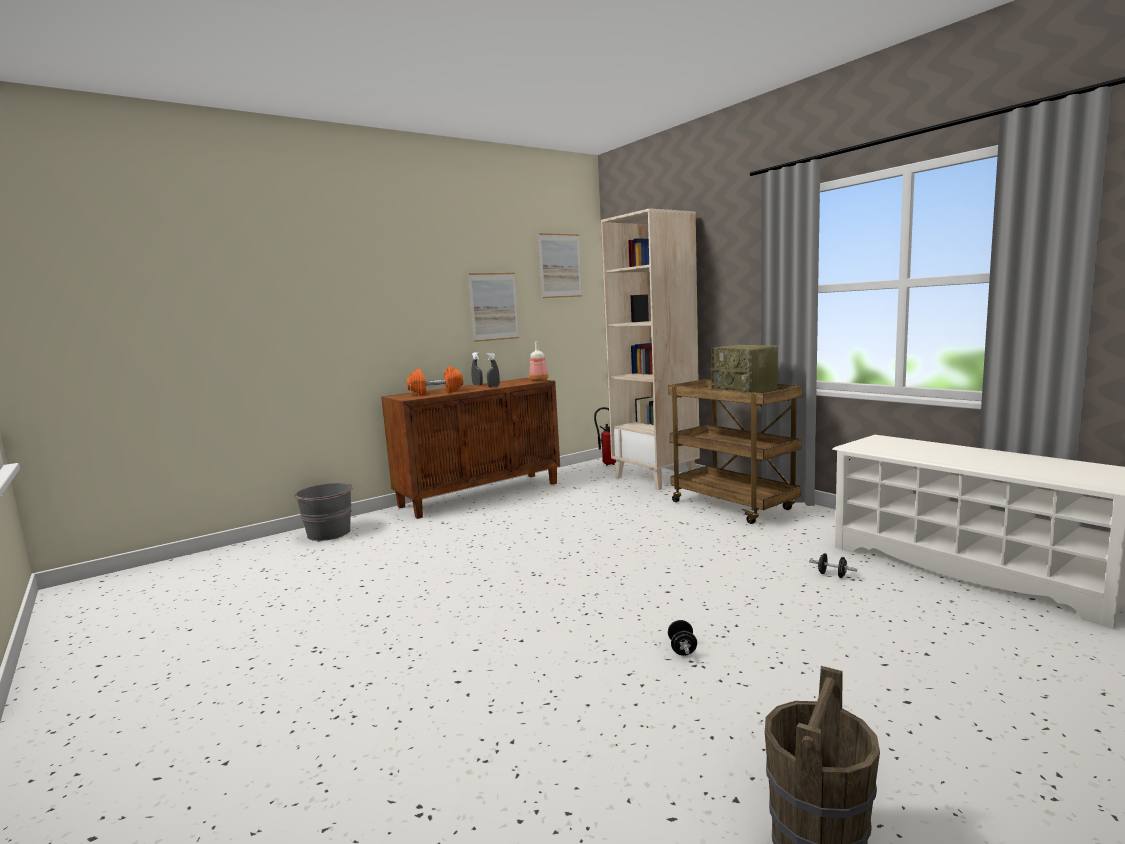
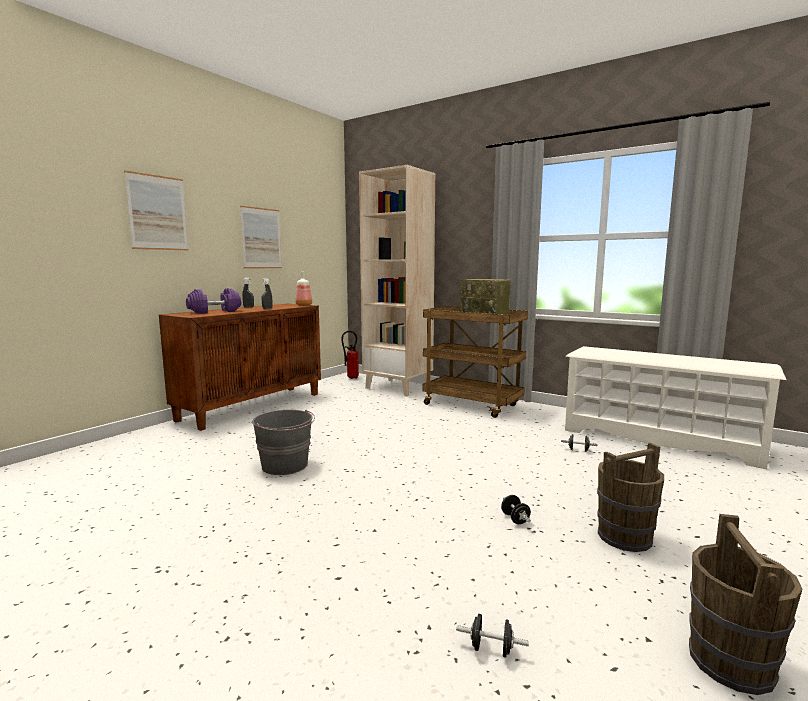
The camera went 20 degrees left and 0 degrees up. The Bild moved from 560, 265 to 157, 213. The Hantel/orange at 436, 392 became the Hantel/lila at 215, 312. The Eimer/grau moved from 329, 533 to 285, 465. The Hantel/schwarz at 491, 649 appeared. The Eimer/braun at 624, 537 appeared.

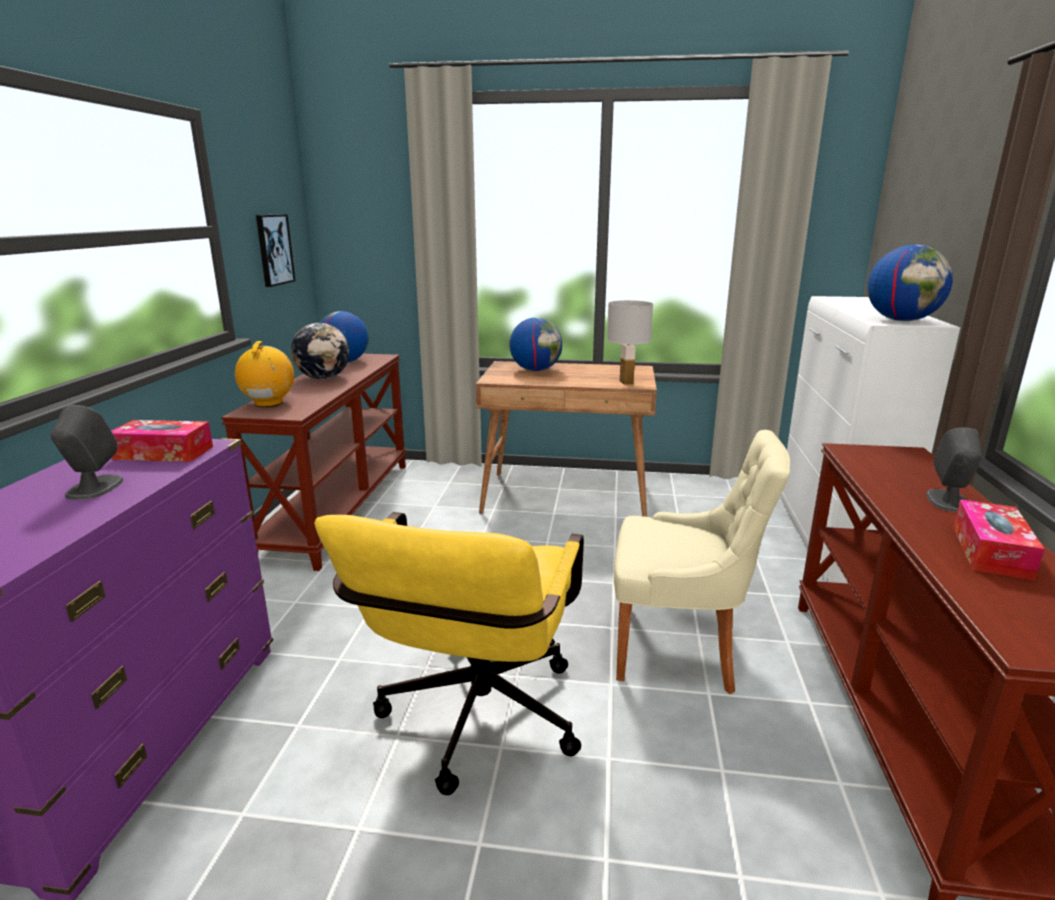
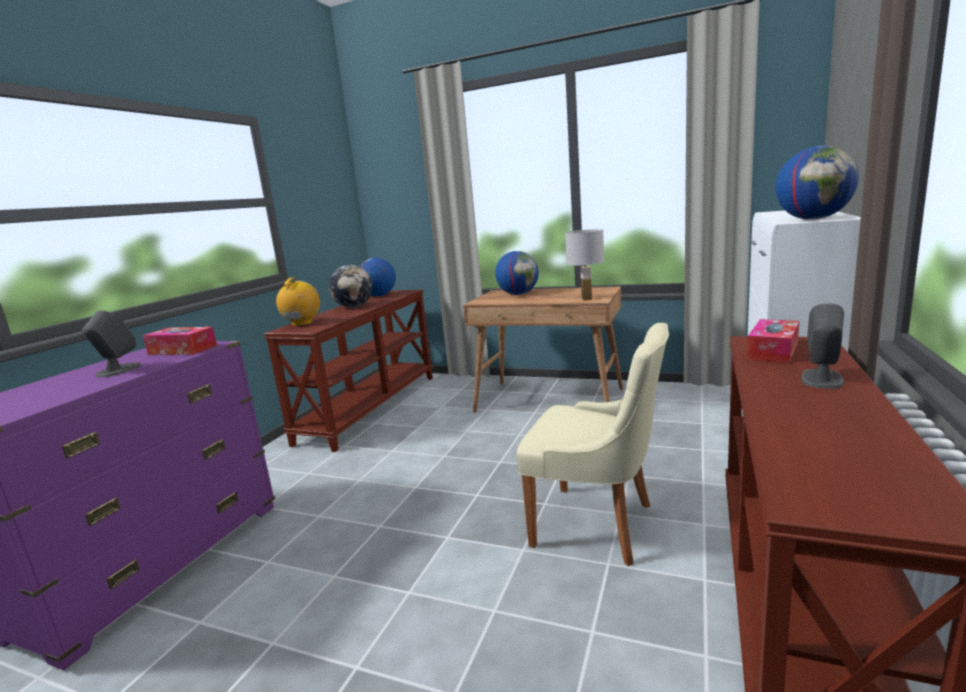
The camera went 15 degrees right and 5 degrees down. The Taschentuchbox moved from 991, 551 to 773, 350. The Bild at 274, 249 disappeared. The Bürostuhl/gelb at 474, 726 disappeared.

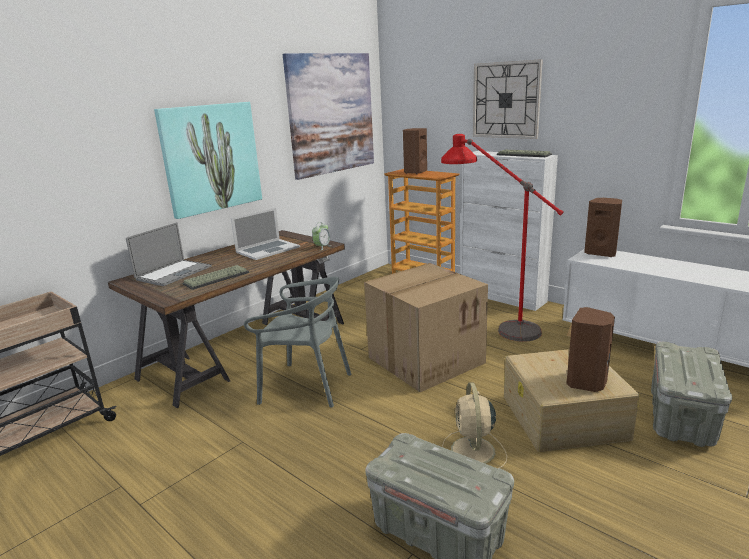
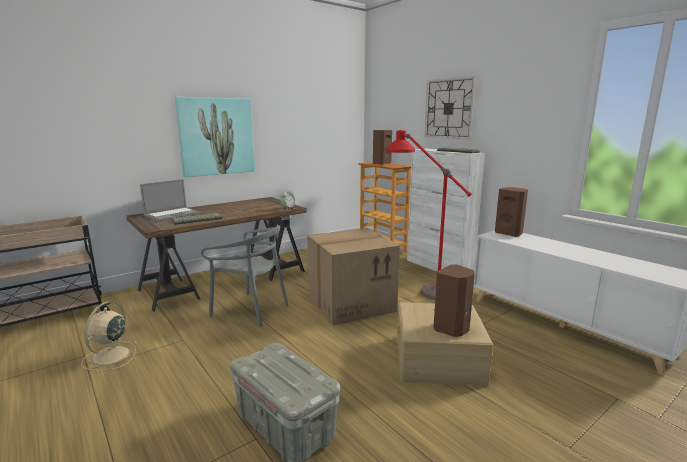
The camera went 10 degrees right and 5 degrees down. The Ventilator/beige moved from 473, 452 to 110, 356. The Laptop at 267, 249 disappeared. The Bild at 331, 114 disappeared. The Aufbewahrungsbox/grau at 682, 419 disappeared.

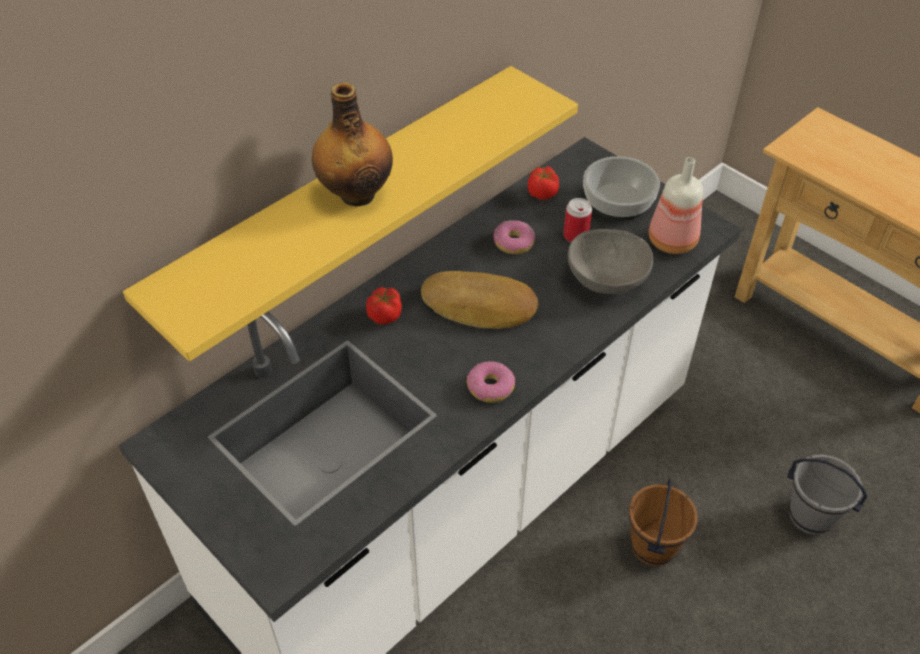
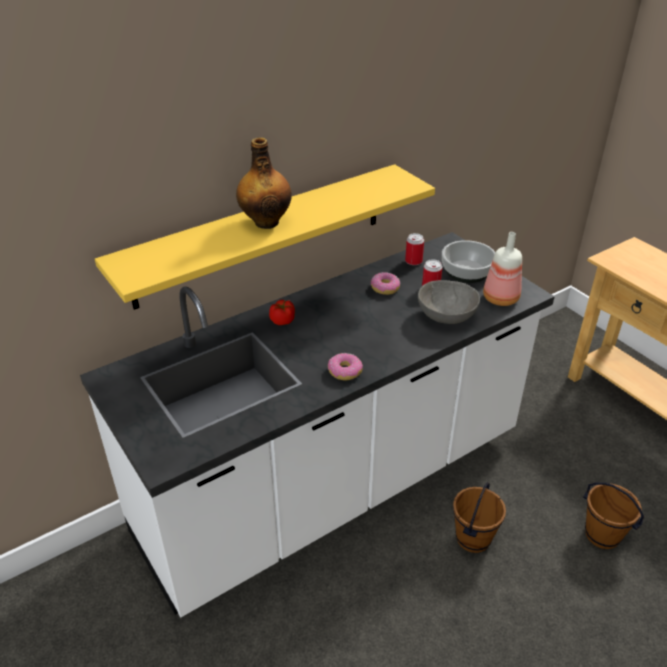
The camera went 10 degrees right and 10 degrees down. The Tomate at 542, 193 was replaced by the Dose at 413, 261. The Eimer/grau at 811, 516 became the Eimer/braun at 602, 535. The Brot at 479, 307 disappeared.

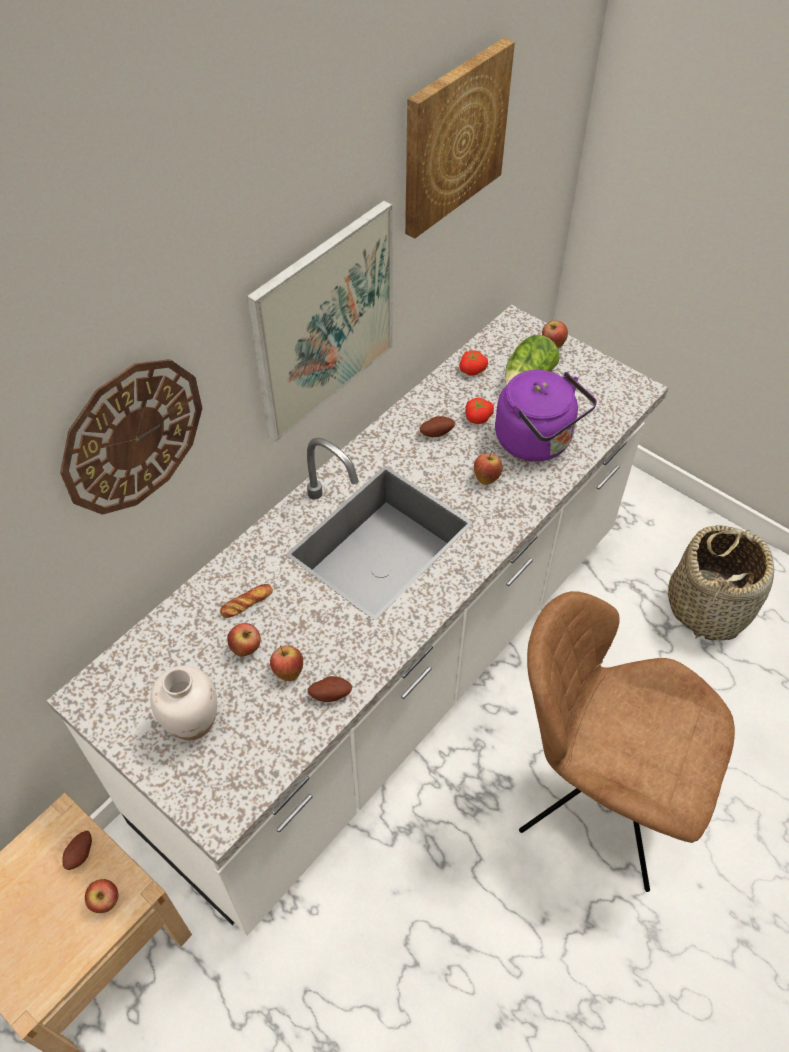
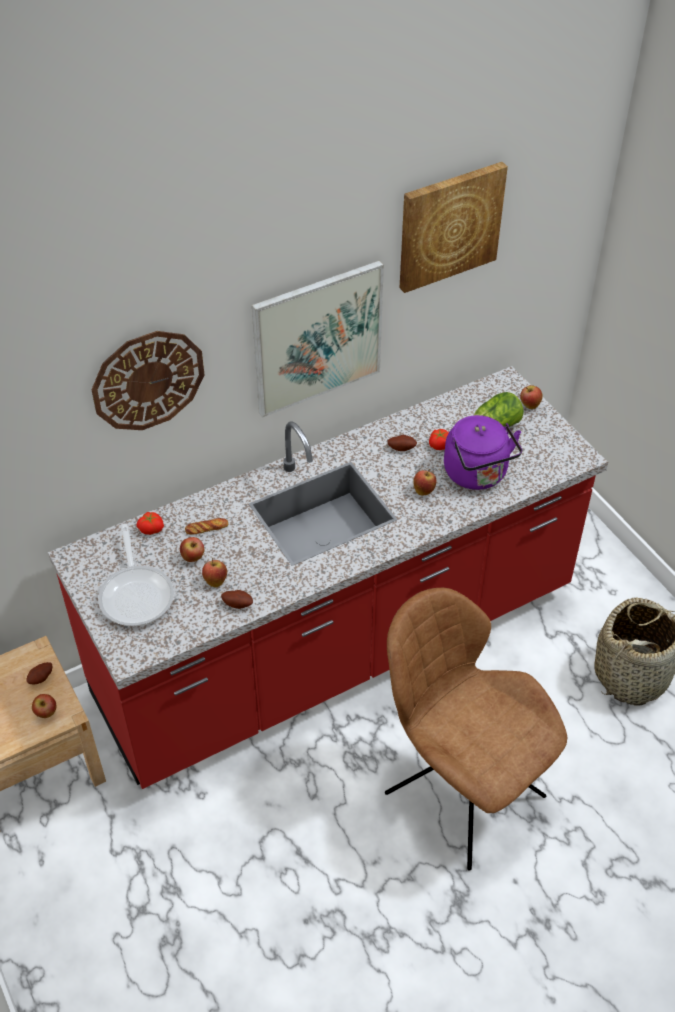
The camera went 20 degrees right and 5 degrees down. The Küchenzeile/weiß at 394, 672 became the Küchenzeile/rot at 337, 645. The Vase/weiß at 192, 722 was replaced by the Pfanne at 137, 594. The Tomate moved from 472, 369 to 151, 528.

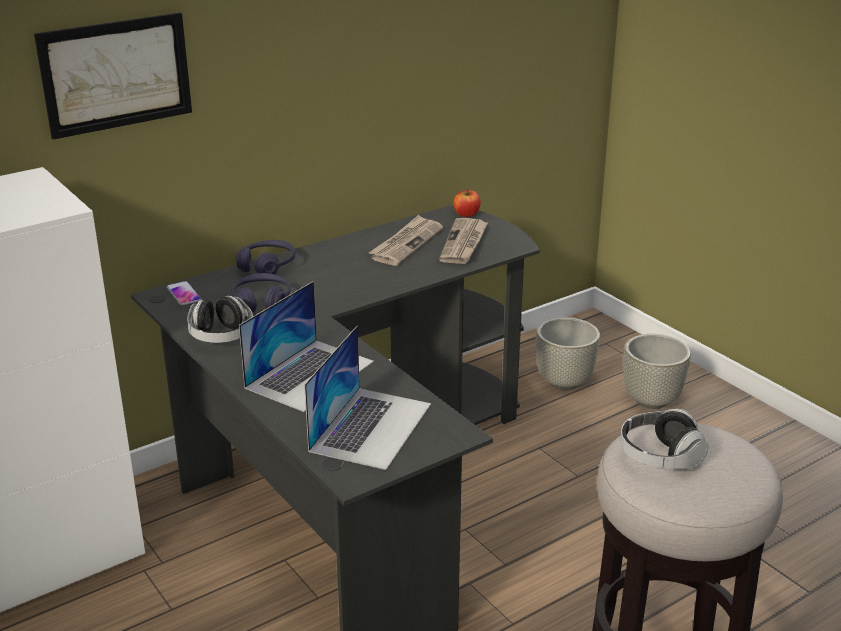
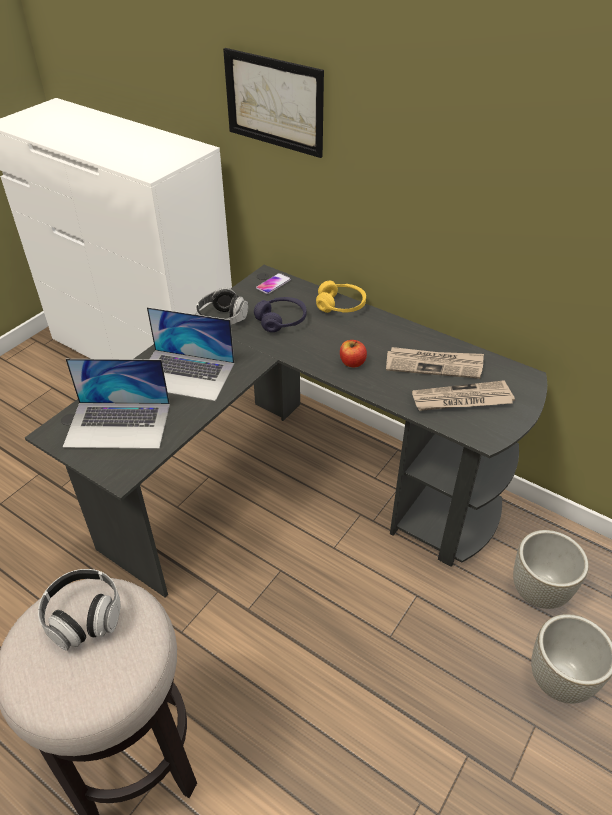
The camera went 70 degrees right and 15 degrees up. The Kopfhörer/lila at 267, 266 became the Kopfhörer/gelb at 341, 305. The Apfel moved from 466, 214 to 352, 362.

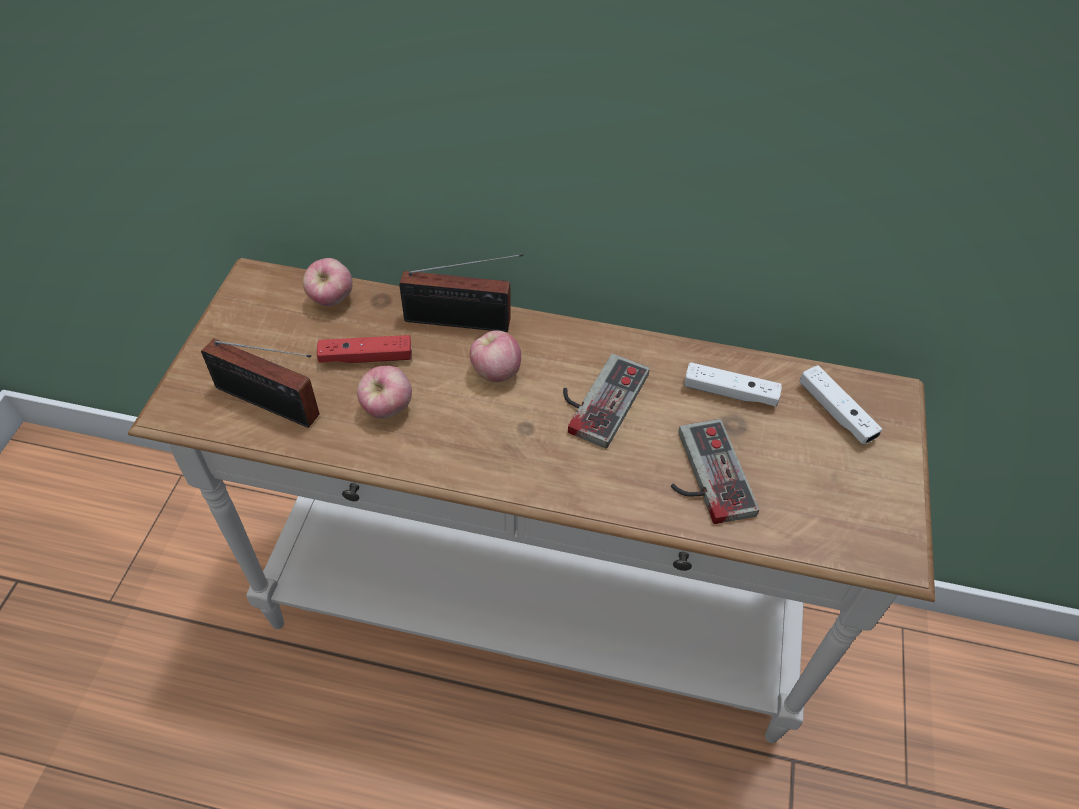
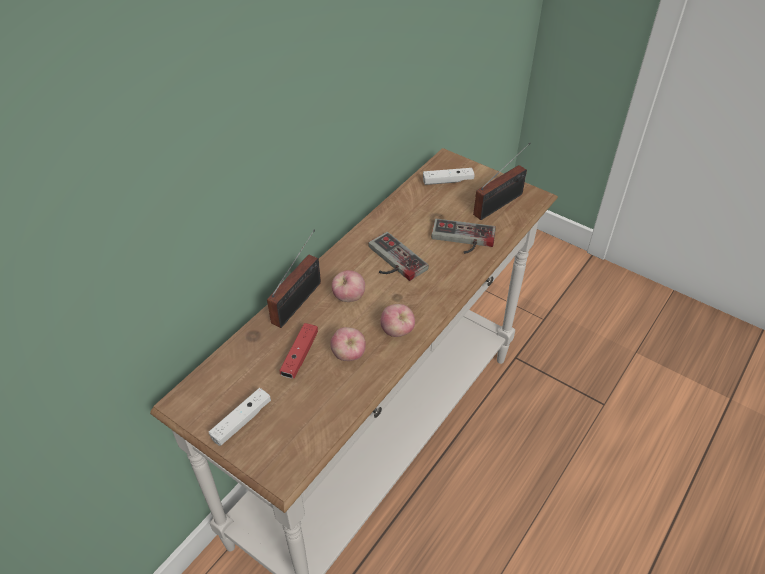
The camera went 65 degrees left and 5 degrees down. The Gamepad/weiß moved from 730, 392 to 241, 421. The Apfel moved from 332, 300 to 397, 331. The Radio moved from 272, 405 to 501, 203.

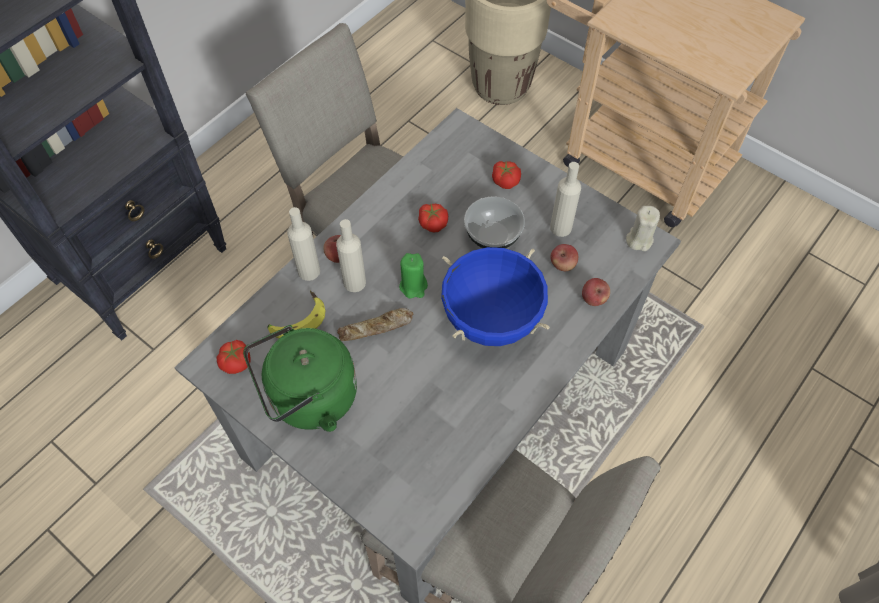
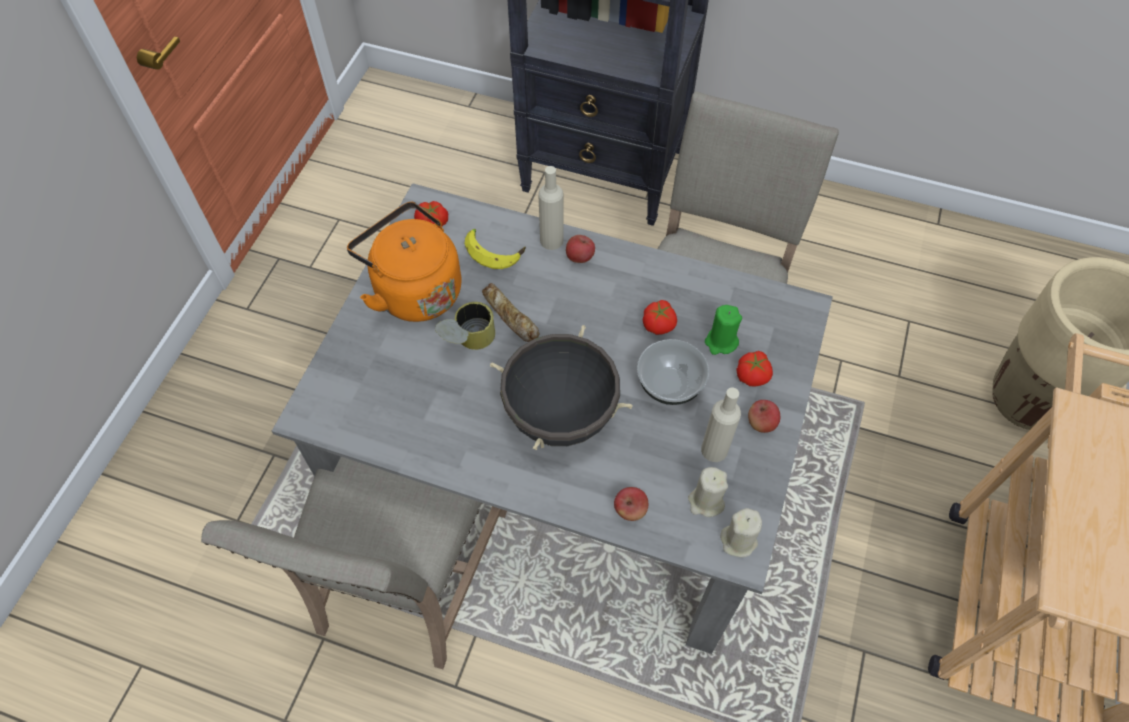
The camera went 70 degrees right and 0 degrees up. The Wasserkessel/grün at 309, 399 became the Wasserkessel/orange at 414, 290. The Dose at 467, 341 appeared. The Kochtopf/blau at 491, 320 became the Kochtopf/schwarz at 560, 414. The Kerze/beige at 705, 501 appeared. The Kerze/grün moved from 413, 286 to 721, 342. The Apfel moved from 563, 265 to 761, 423. The Flasche/beige at 354, 282 disappeared.

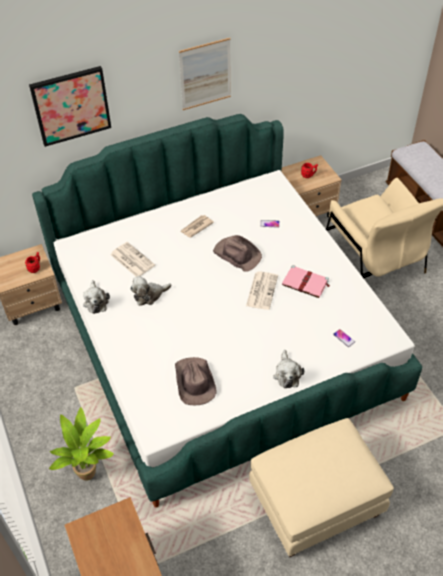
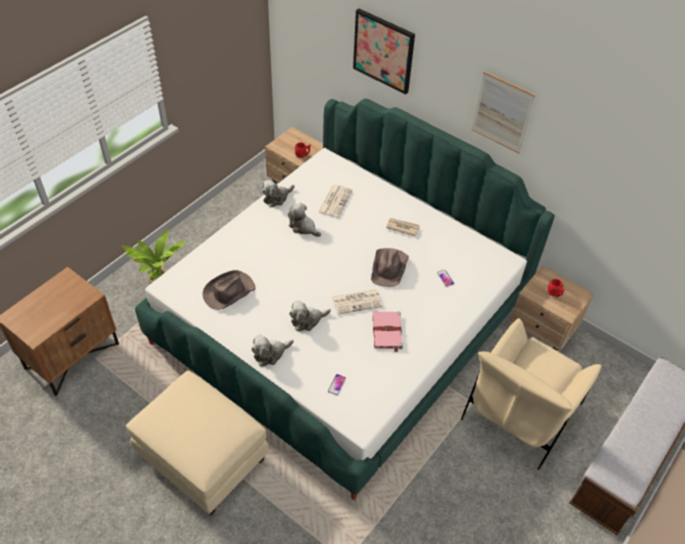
The camera went 60 degrees right and 0 degrees up. The Plüschtier at 307, 320 appeared.

